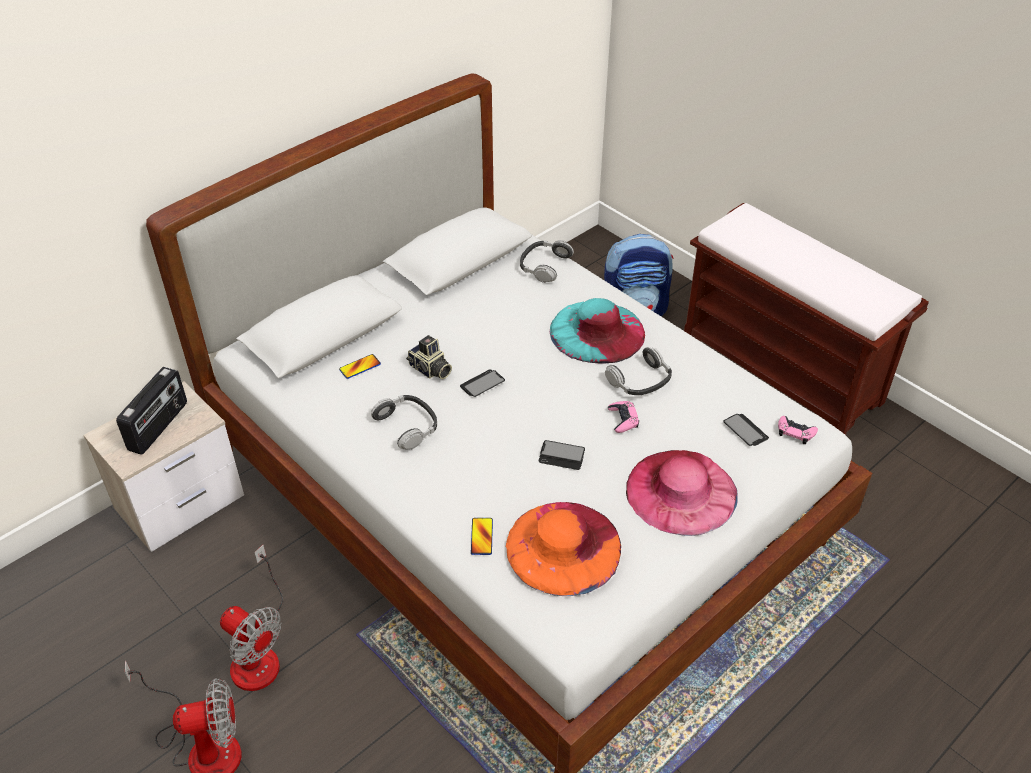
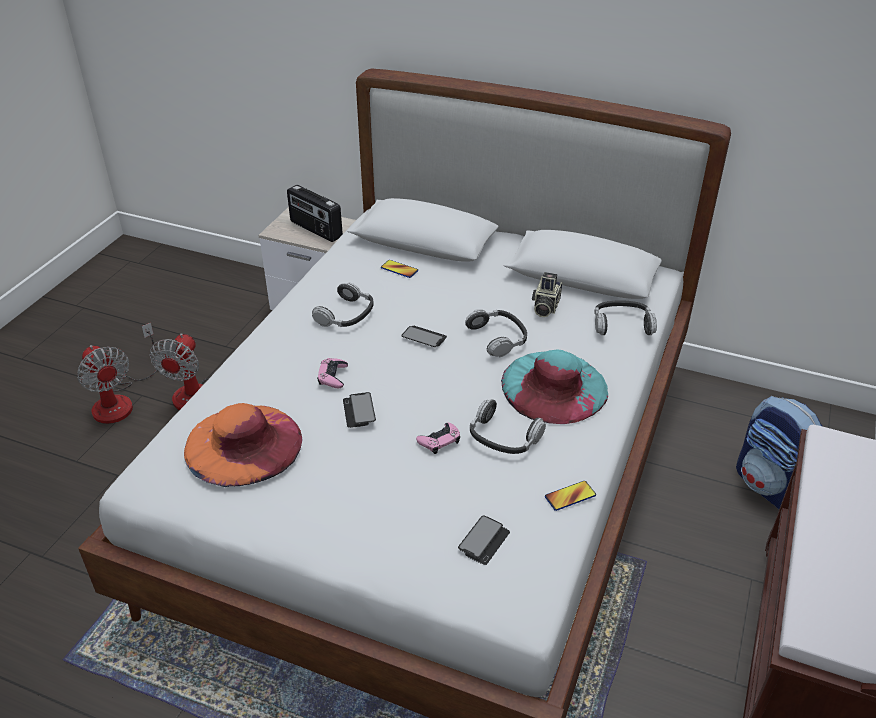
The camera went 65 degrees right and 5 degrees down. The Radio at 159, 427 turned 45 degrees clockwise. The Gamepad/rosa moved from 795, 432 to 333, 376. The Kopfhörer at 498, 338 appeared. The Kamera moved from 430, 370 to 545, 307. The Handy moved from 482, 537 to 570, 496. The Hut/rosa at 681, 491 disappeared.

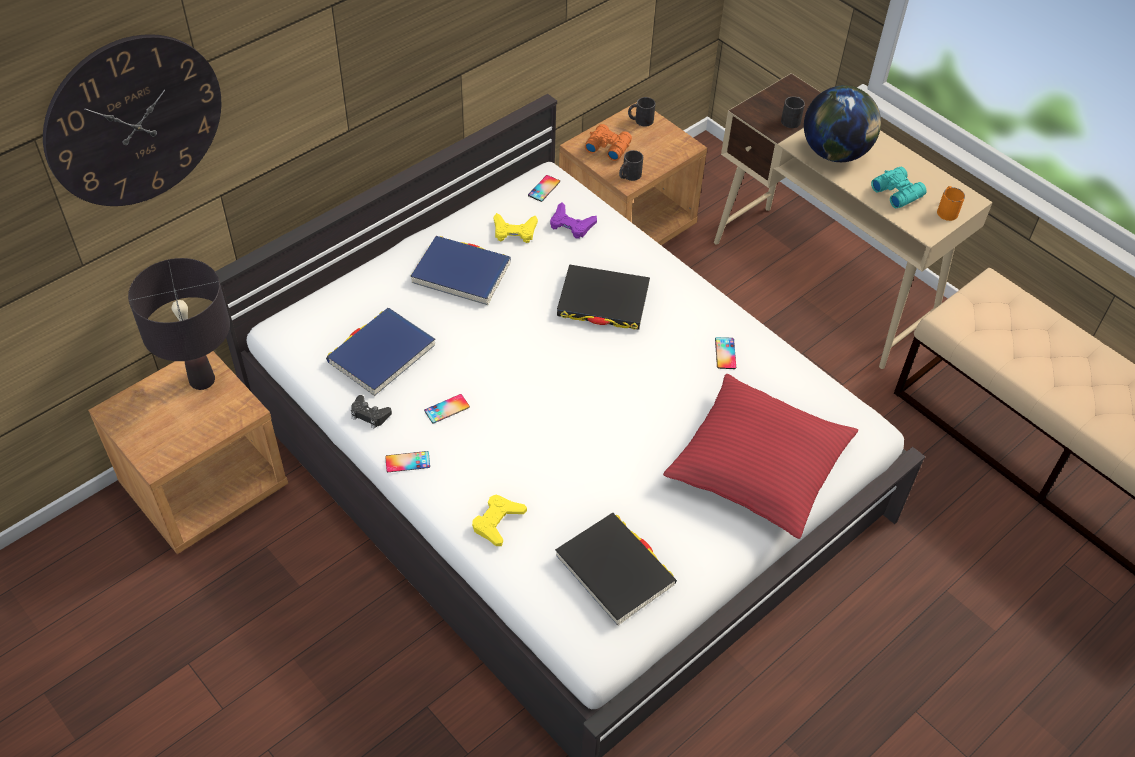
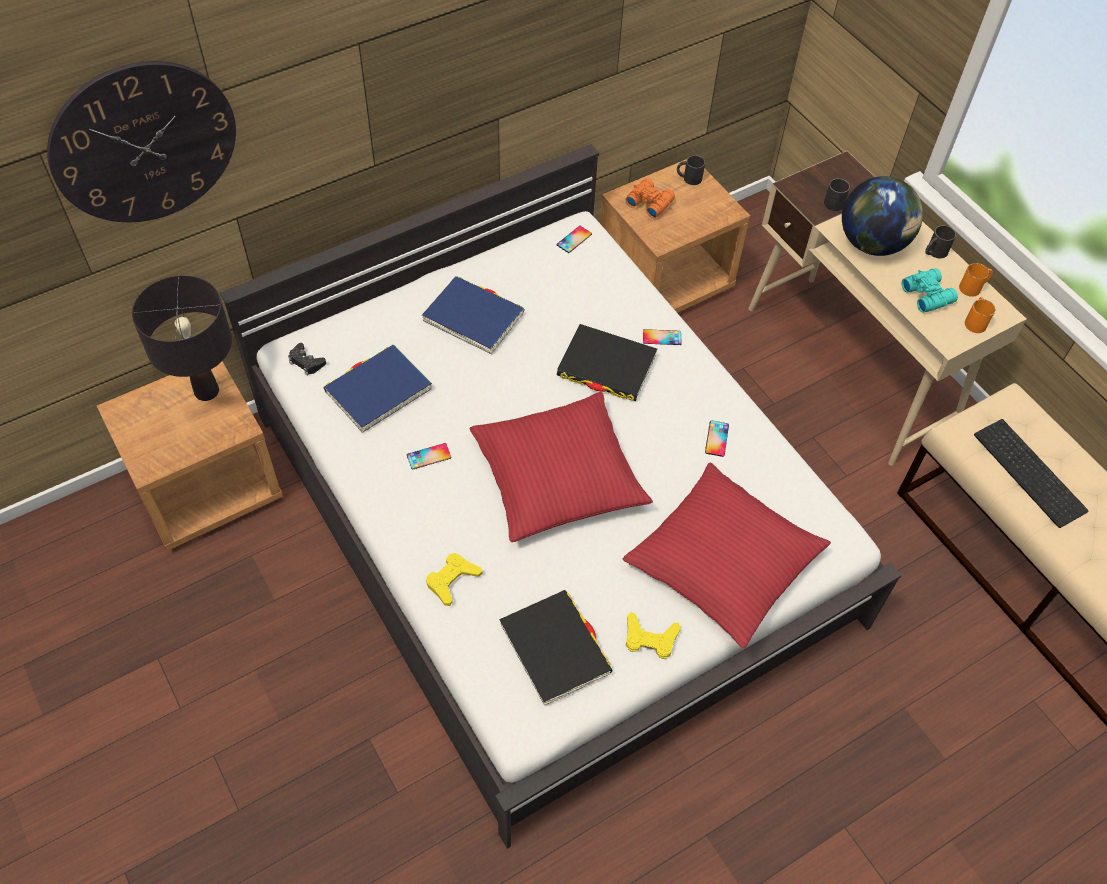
The camera went 10 degrees right and 5 degrees up. The Gamepad/schwarz moved from 369, 414 to 306, 362. The Kissen/rot at 557, 476 appeared. The Gamepad/gelb moved from 514, 231 to 650, 639. The Handy moved from 407, 462 to 662, 337. The Henkelbecher/schwarz moved from 629, 176 to 934, 252. The Henkelbecher/orange at 973, 287 appeared. The Tastatur at 1032, 472 appeared. The Gamepad/lila at 571, 225 disappeared.

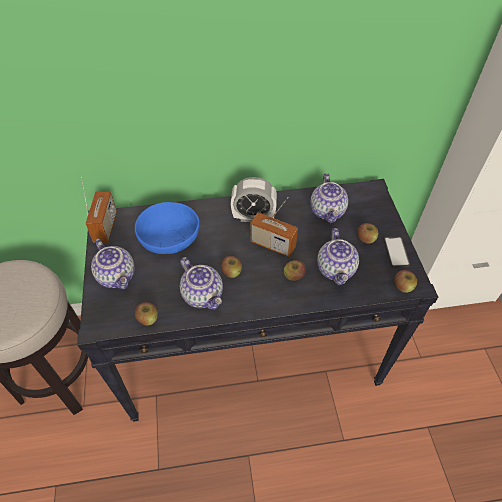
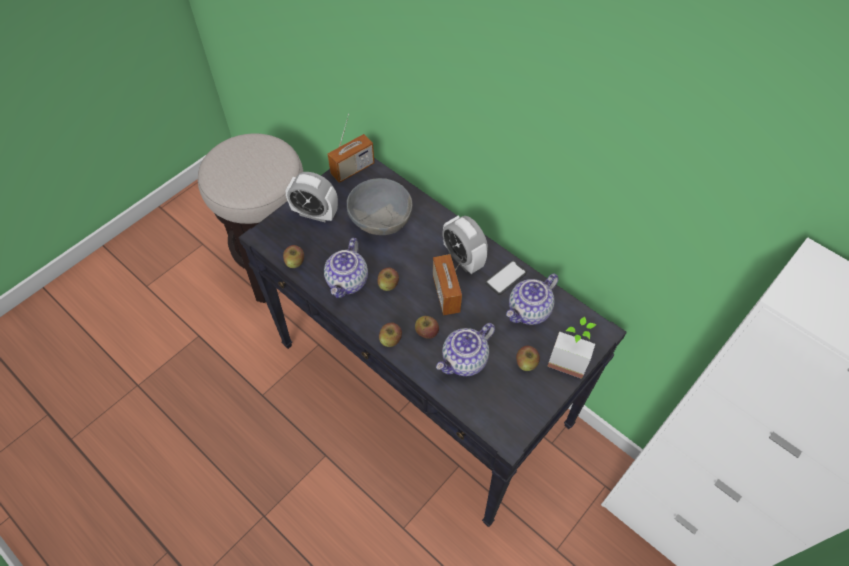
The camera went 50 degrees right and 5 degrees up. The Teekanne at 117, 276 was replaced by the Wecker at 315, 213. The Schüssel/blau at 170, 239 became the Schüssel/grau at 381, 218. The Apfel moved from 403, 286 to 390, 340. The Handy moved from 396, 252 to 506, 277. The Topfpflanze at 568, 358 appeared.

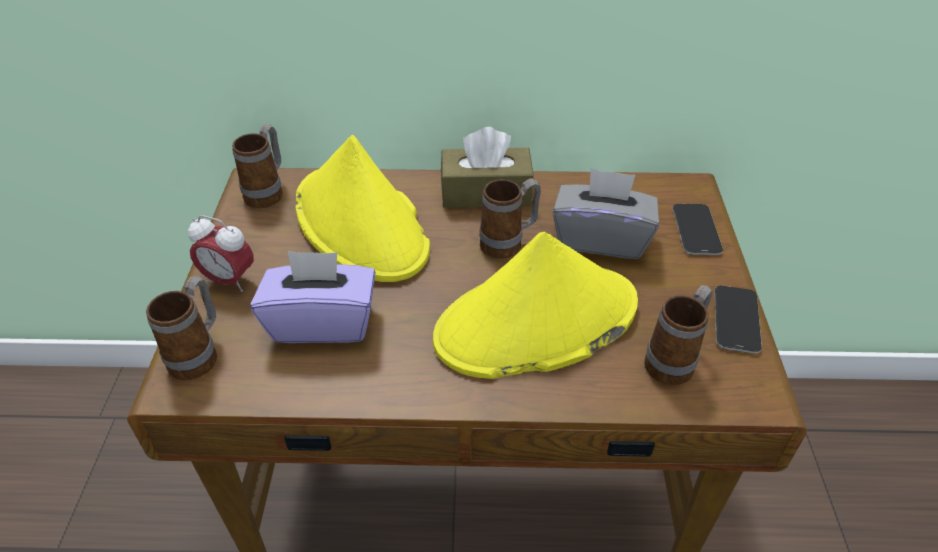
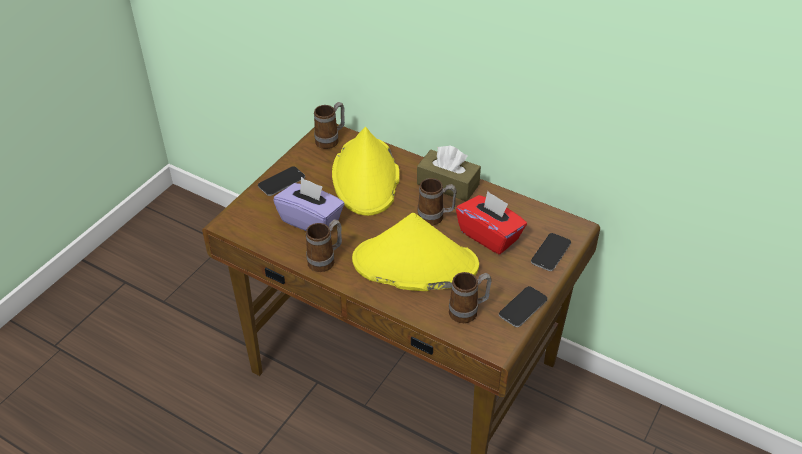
The camera went 30 degrees right and 0 degrees up. The Wecker at 229, 280 was replaced by the Handy at 281, 182. The Henkelbecher moved from 199, 354 to 326, 260. The Taschentuchbox/grau at 601, 239 became the Taschentuchbox/rot at 489, 235.

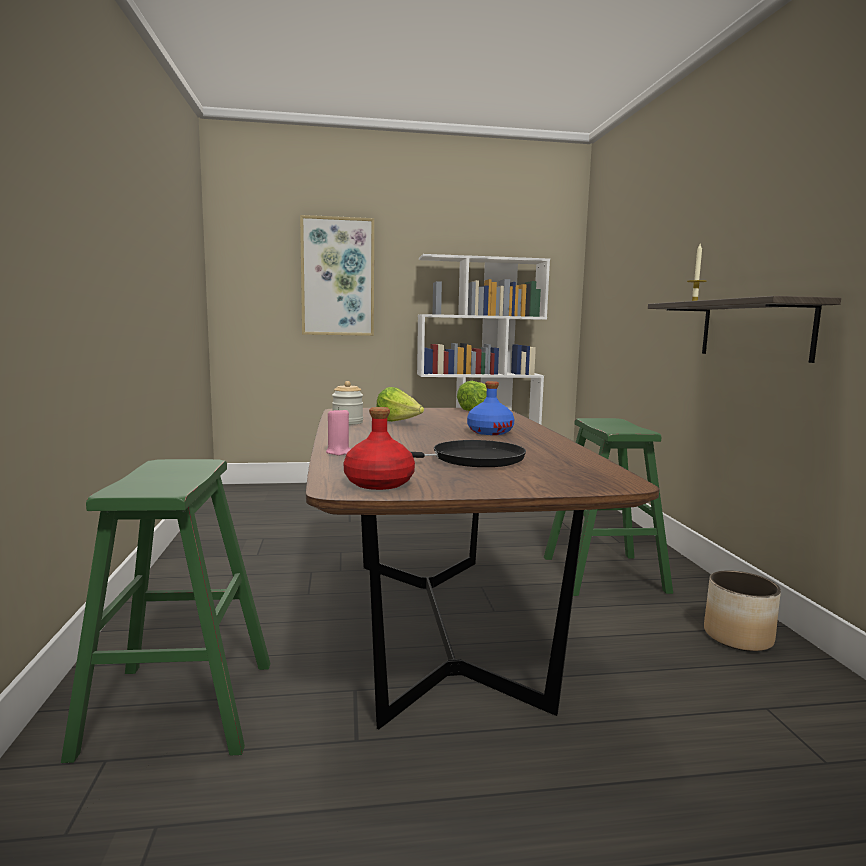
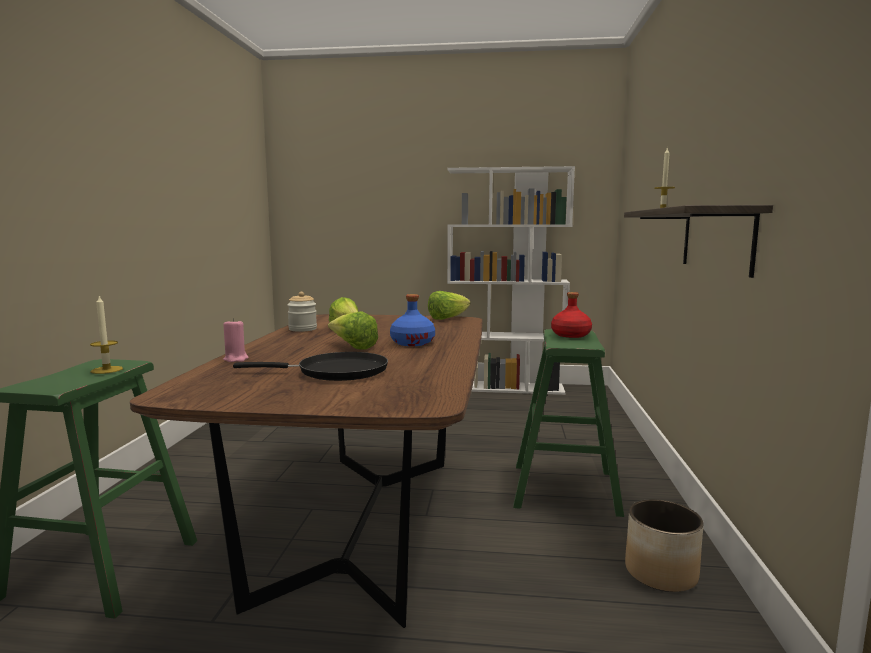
The camera went 15 degrees right and 0 degrees up. The Kerze at 107, 370 appeared. The Salatkopf at 353, 347 appeared. The Flasche/rot moved from 378, 483 to 570, 335. The Bild at 337, 277 disappeared.

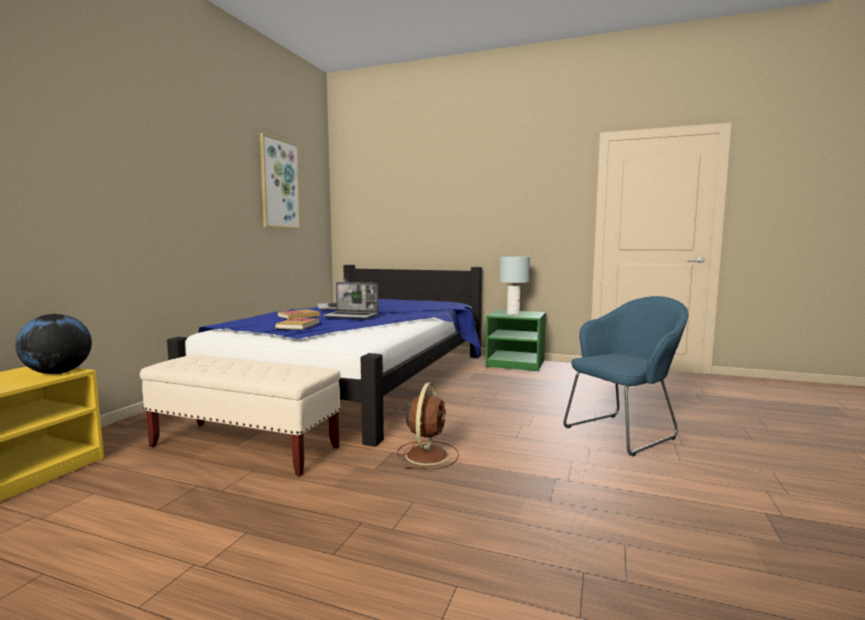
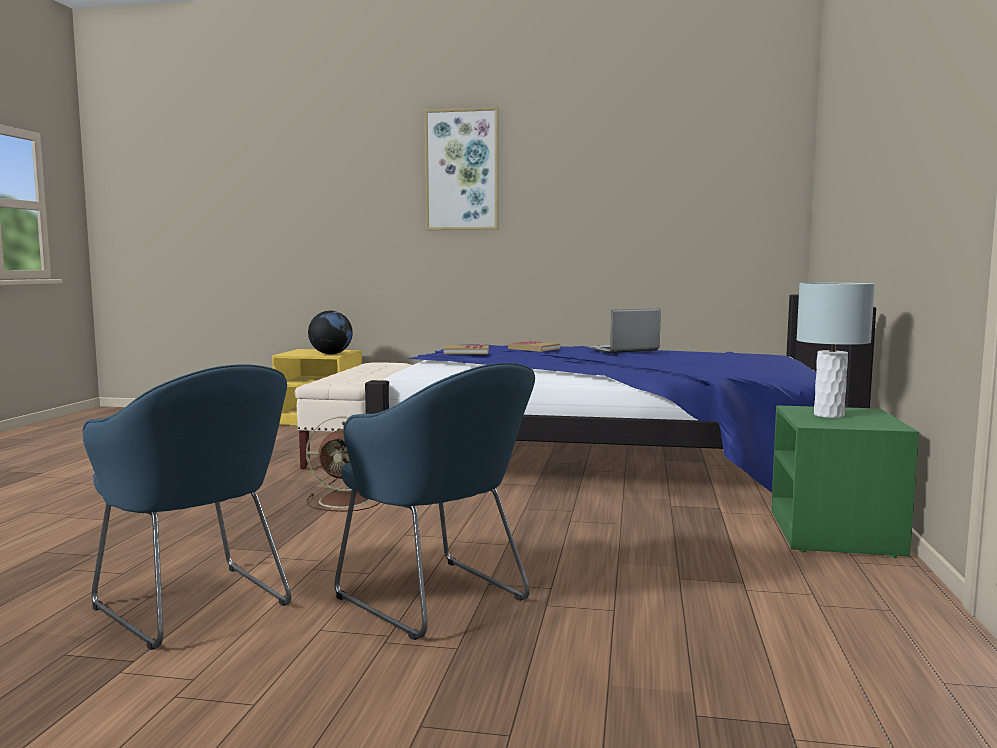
The camera went 80 degrees right and 0 degrees up. The Sessel/blau at 199, 608 appeared. The Bild moved from 279, 184 to 462, 170. The Laptop at 352, 316 disappeared.

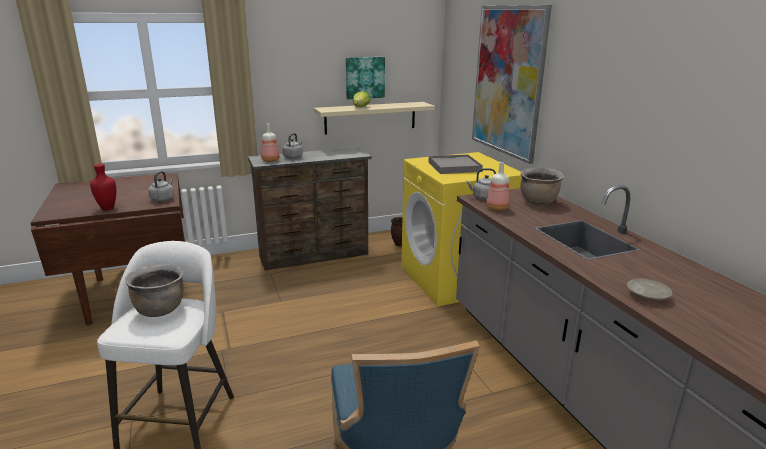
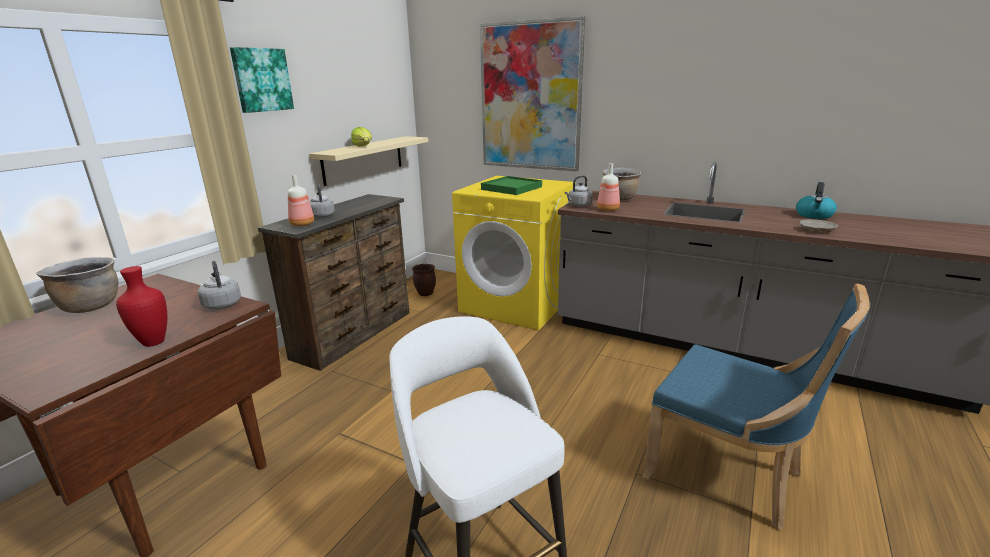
The camera went 40 degrees left and 0 degrees up. The Kochtopf/braun moved from 160, 309 to 90, 306. The Bild moved from 364, 77 to 261, 80. The Tablett/grau at 454, 167 became the Tablett/grün at 511, 188. The Wasserkessel at 814, 215 appeared.

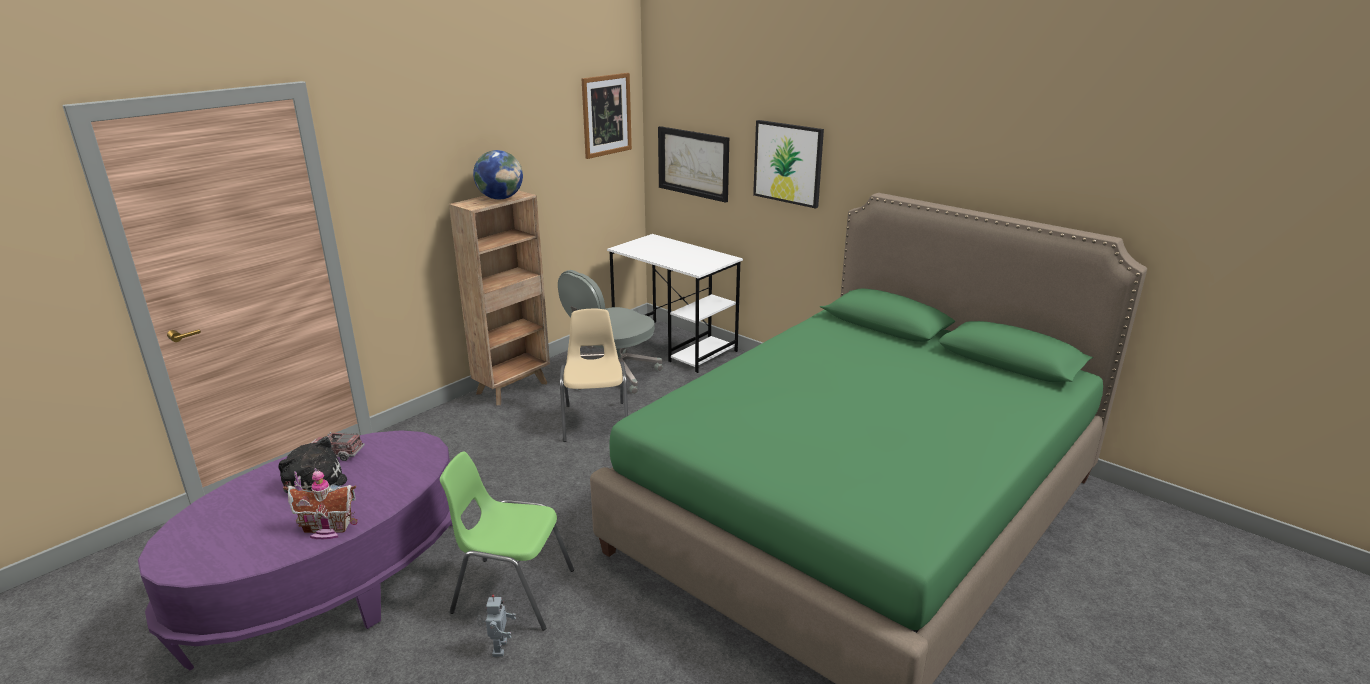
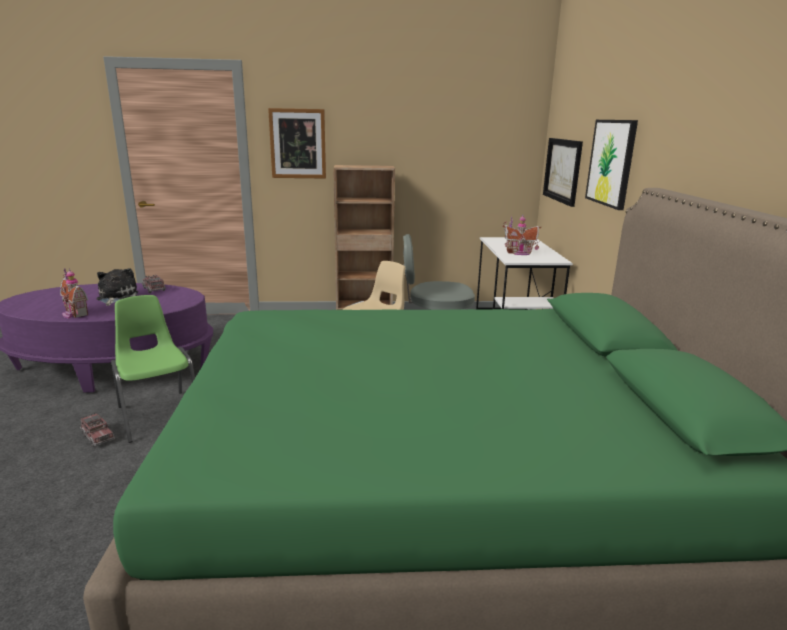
The camera went 45 degrees right and 5 degrees down. The Spielzeugroboter at 498, 648 was replaced by the Spielzeuglaster at 98, 436. The Bild moved from 606, 115 to 298, 144. The Spielzeughaus at 519, 253 appeared. The Globus at 500, 198 disappeared.

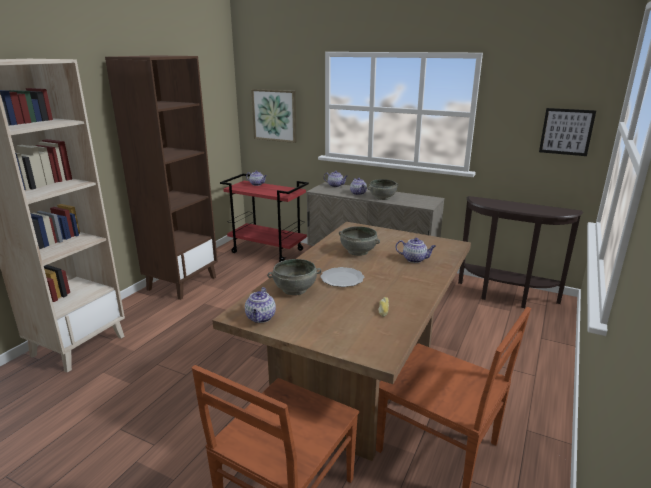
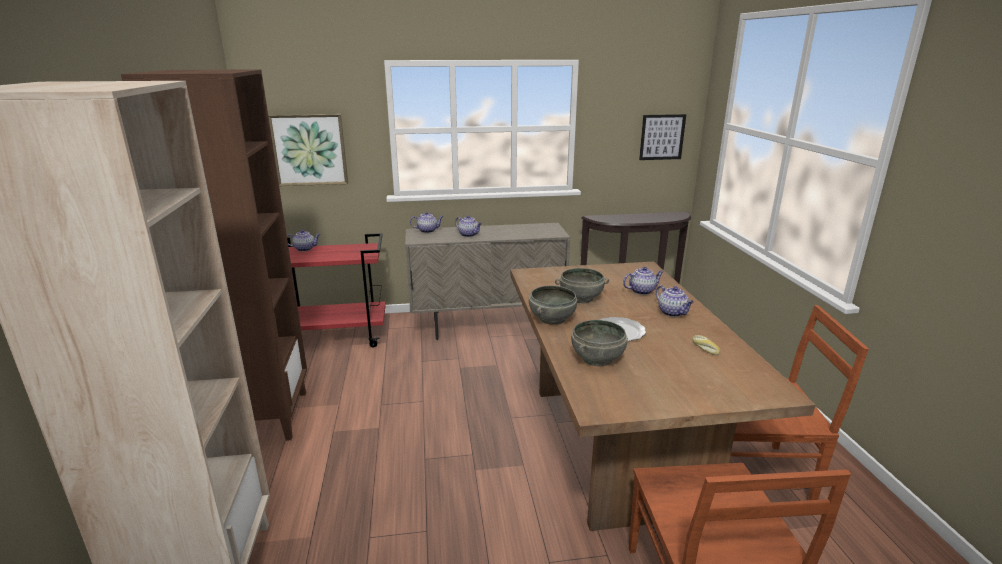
The camera went 35 degrees left and 0 degrees up. The Schüssel/grau moved from 382, 197 to 551, 318. The Teekanne moved from 261, 318 to 673, 313.

